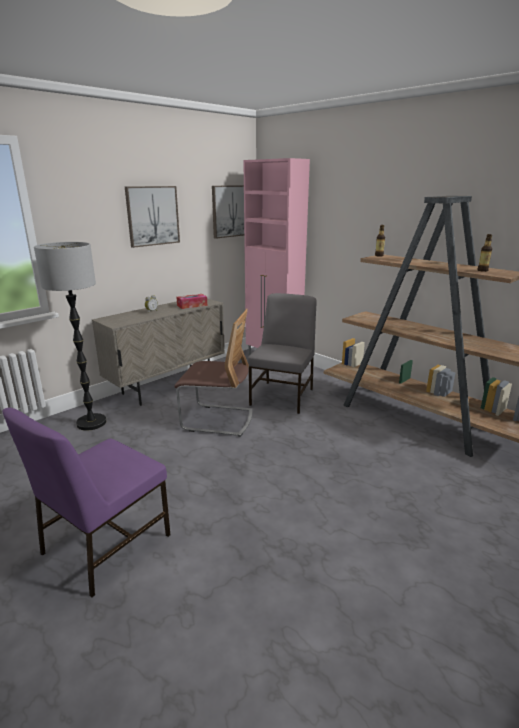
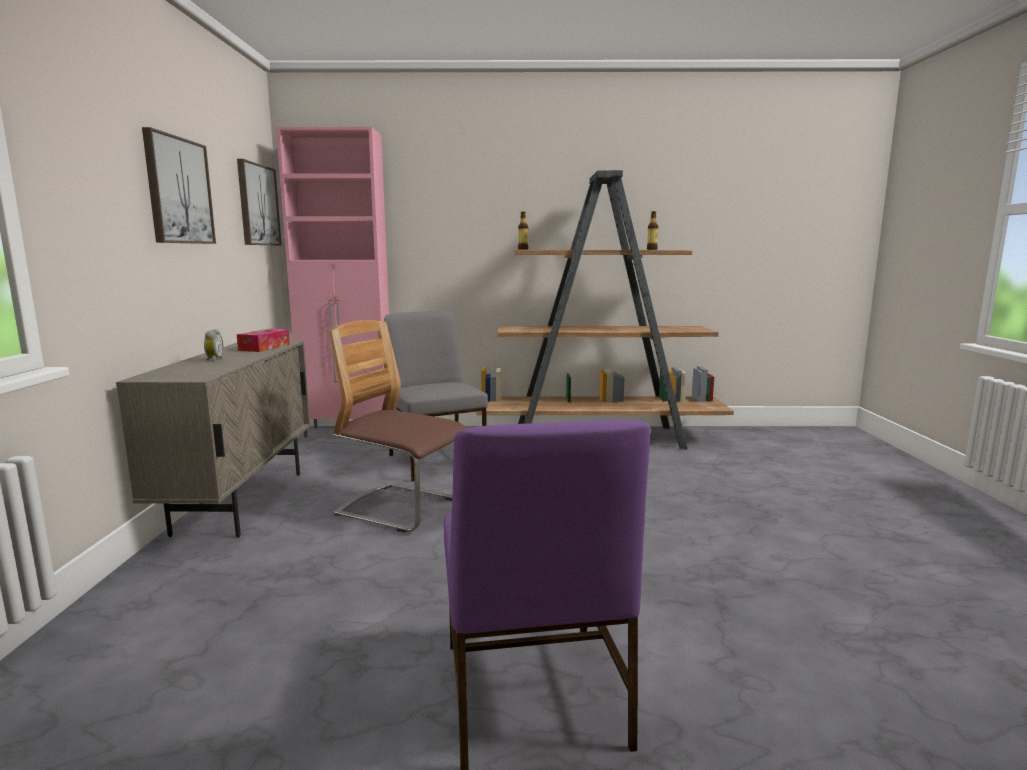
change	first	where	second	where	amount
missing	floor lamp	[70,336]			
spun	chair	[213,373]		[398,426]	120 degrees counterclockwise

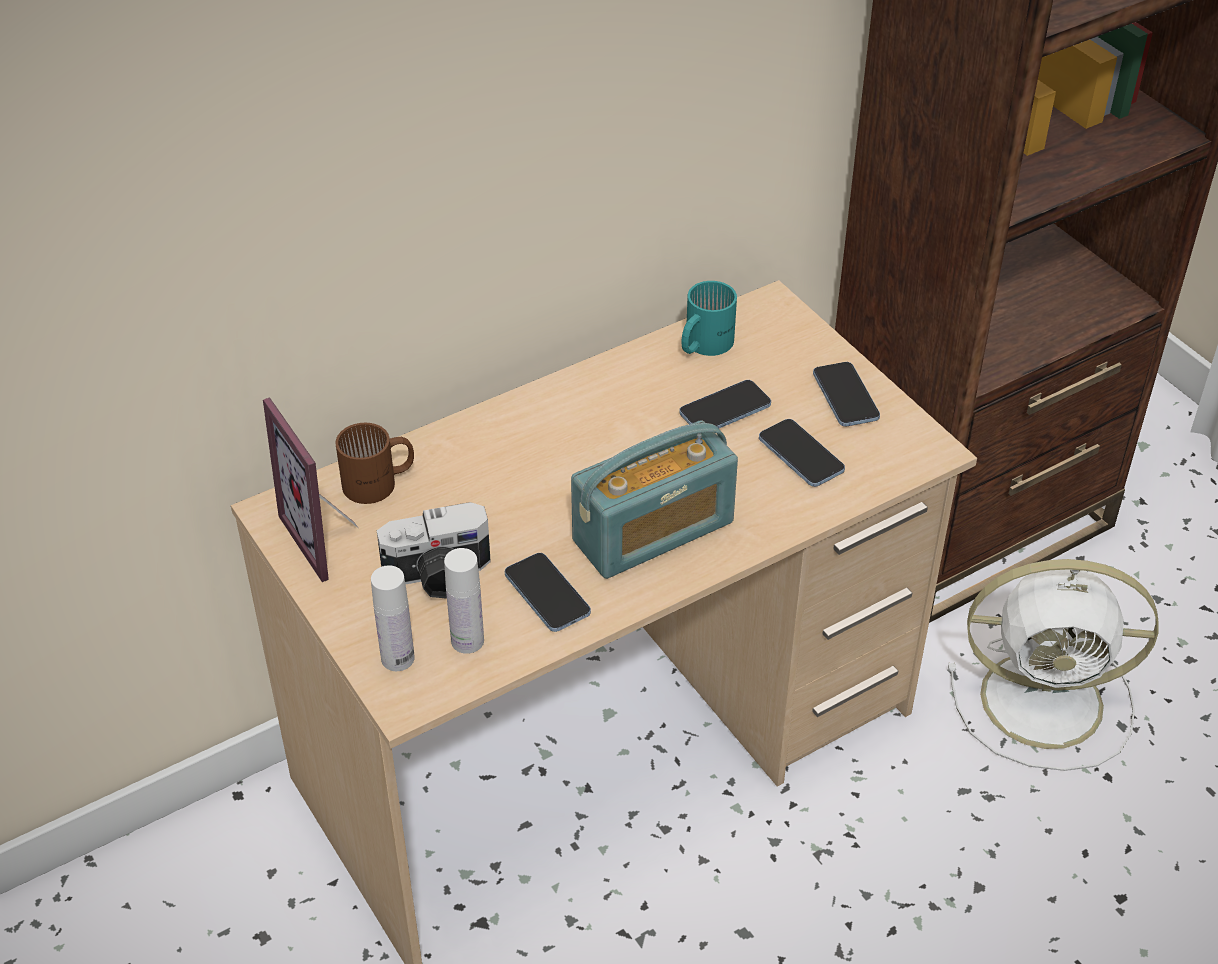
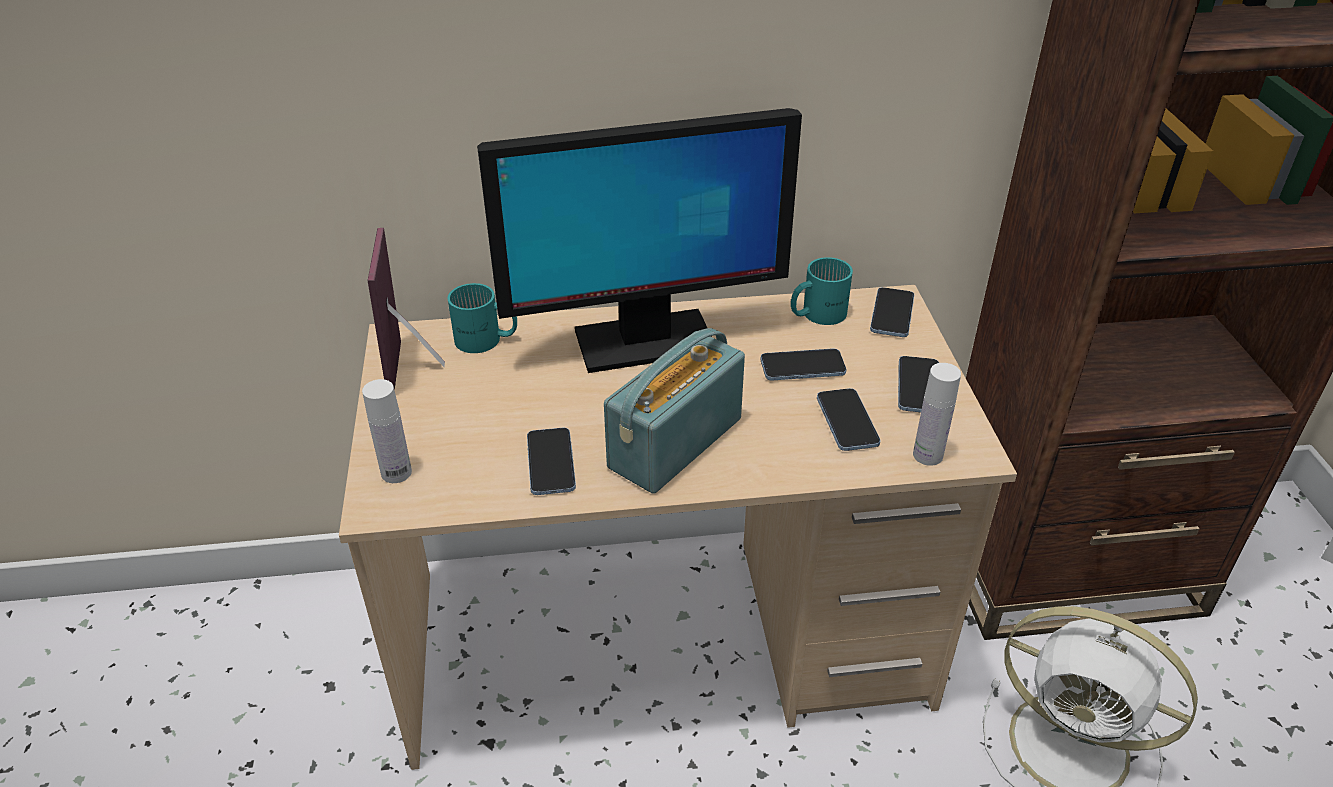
change	first	where	second	where	amount
missing	still camera	[434,550]			
appeared			computer screen	[639,240]	
appeared			handset	[892,312]	
relocated	bottle (white-coloured)	[464,601]		[937,414]	
colour	coffee mug (brown)	[375,463]	coffee mug (turquoise-coloured)	[482,318]	
spun	radio set	[654,499]		[674,411]	135 degrees clockwise

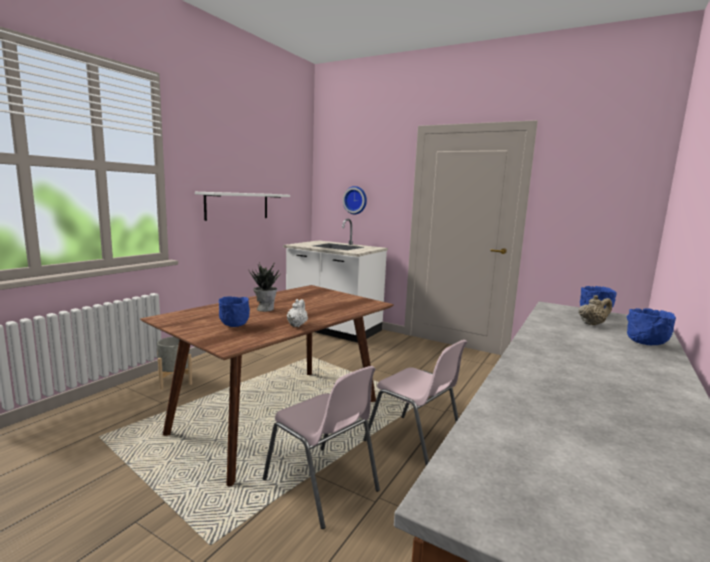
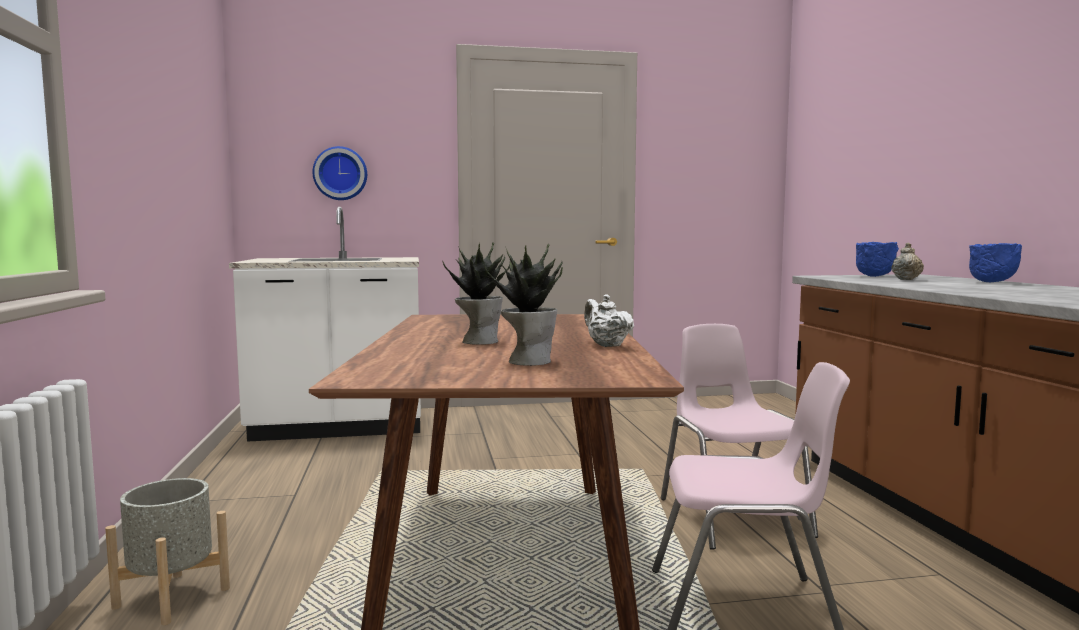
change	first	where	second	where	amount
missing	bracket shelf (white-coloured)	[242,206]			
exchanged	bowl (bluish)	[234,311]	plant in a pot	[524,305]	
spun	chair (pink-coloured)	[415,403]		[739,437]	105 degrees counterclockwise

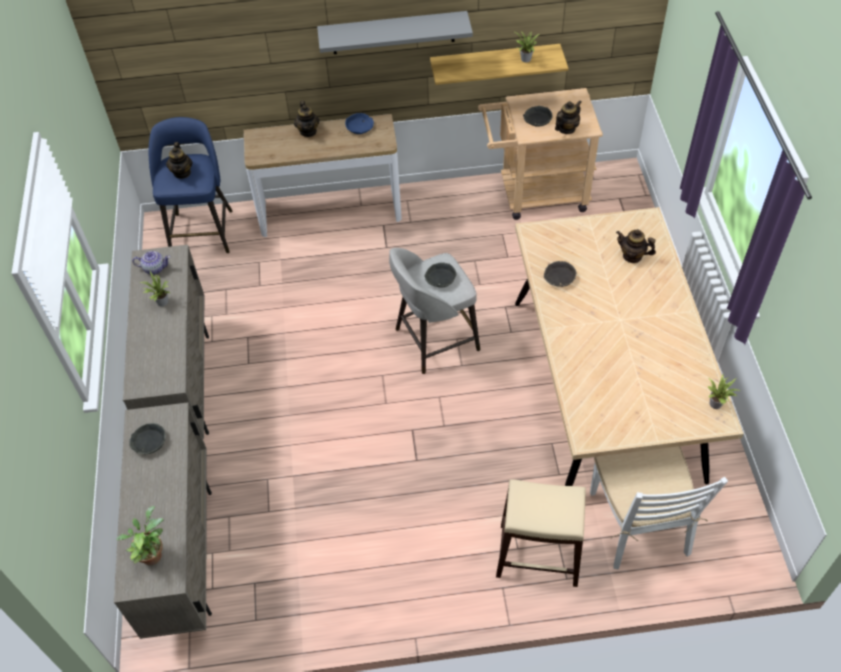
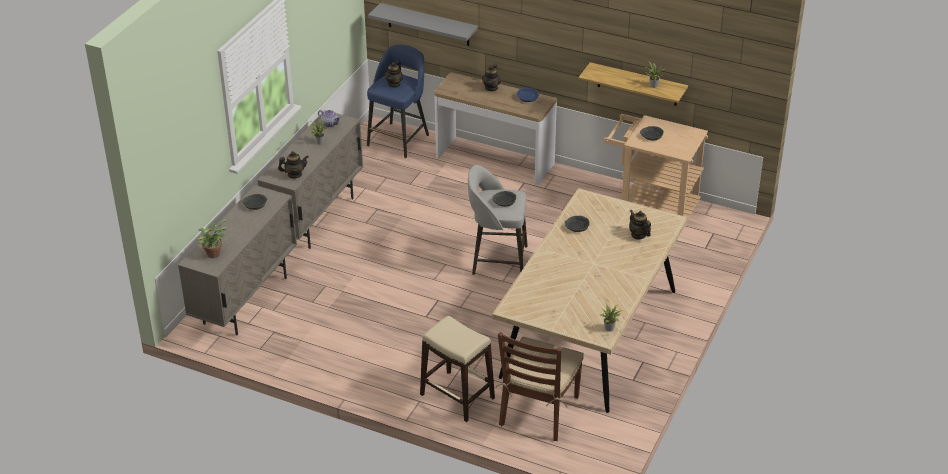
change	first	where	second	where	amount
relocated	bracket shelf (greyish)	[395,32]		[423,24]	
relocated	teapot	[568,117]		[293,165]	
colour	chair (white-coloured)	[659,507]	chair (brown)	[539,386]	

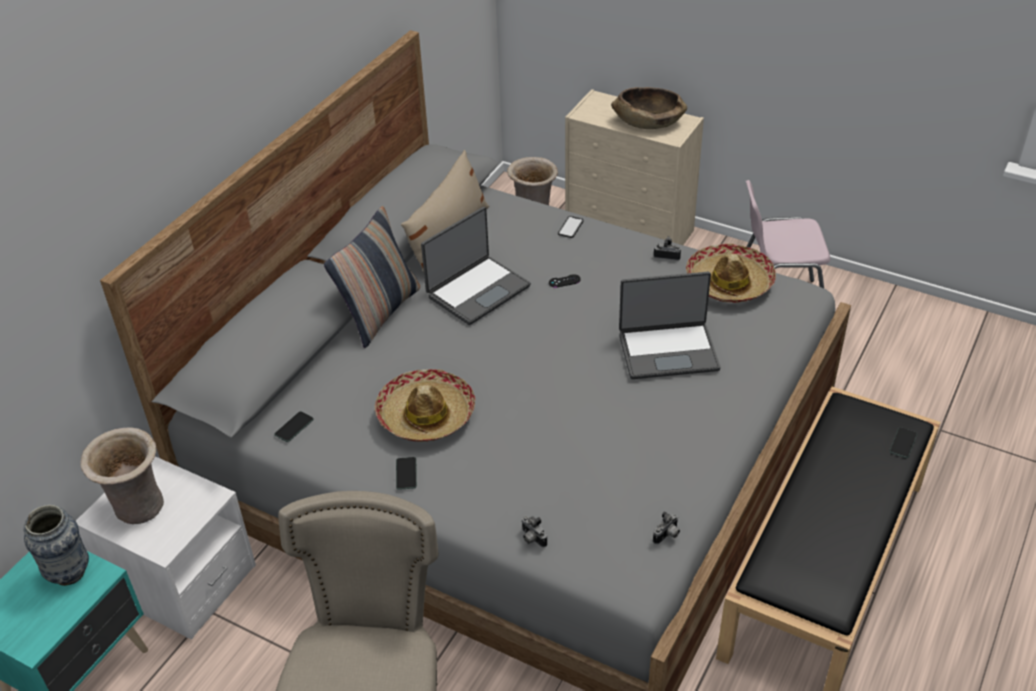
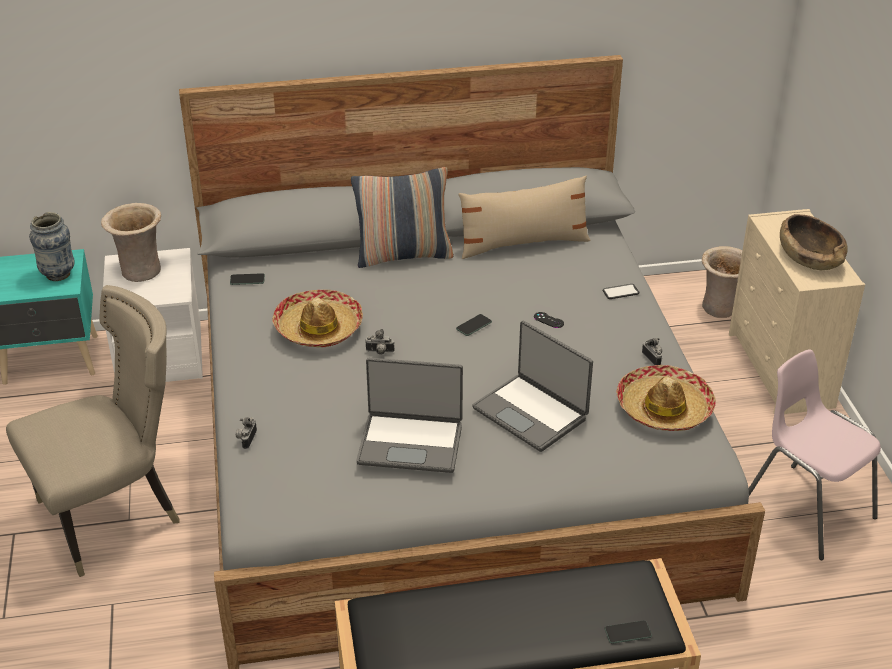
change	first	where	second	where	amount
relocated	handset	[406,473]		[474,325]	
relocated	portable computer	[476,266]		[409,415]	
relocated	still camera	[666,527]		[379,342]	

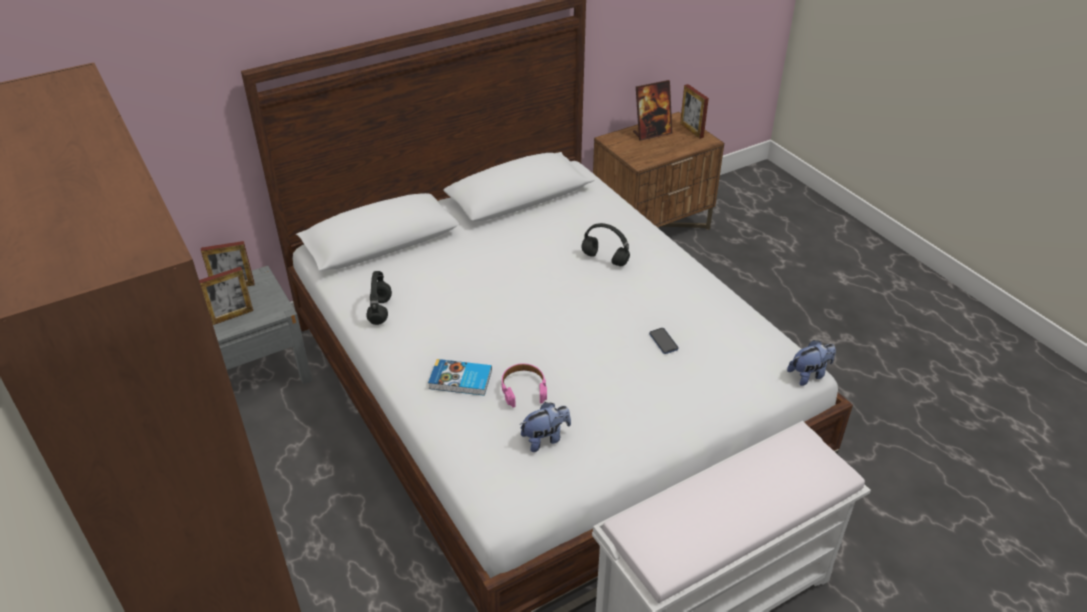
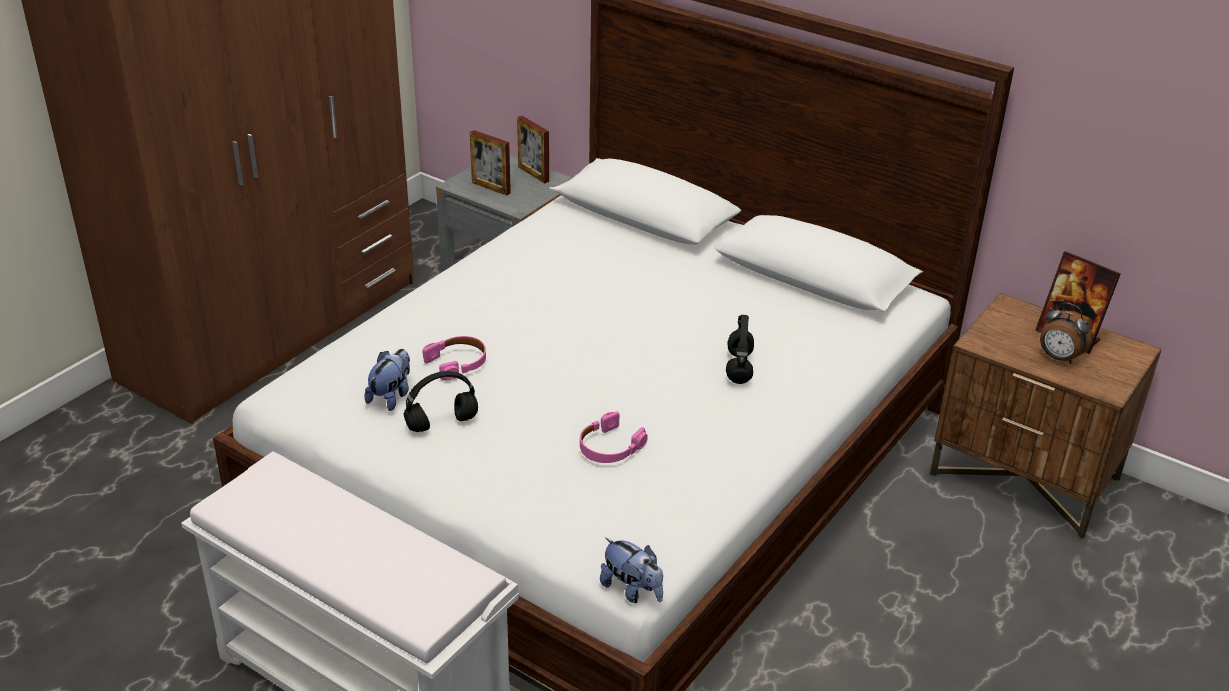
change	first	where	second	where	amount
missing	bound book	[460,377]			
missing	photo frame	[694,111]			
appeared			table clock	[1066,333]	
relocated	pair of headphones (blackish)	[379,298]		[441,401]	
exchanged	handset	[663,341]	pair of headphones (pink-coloured)	[614,437]	
spun	cuddly toy	[545,427]		[387,380]	105 degrees counterclockwise

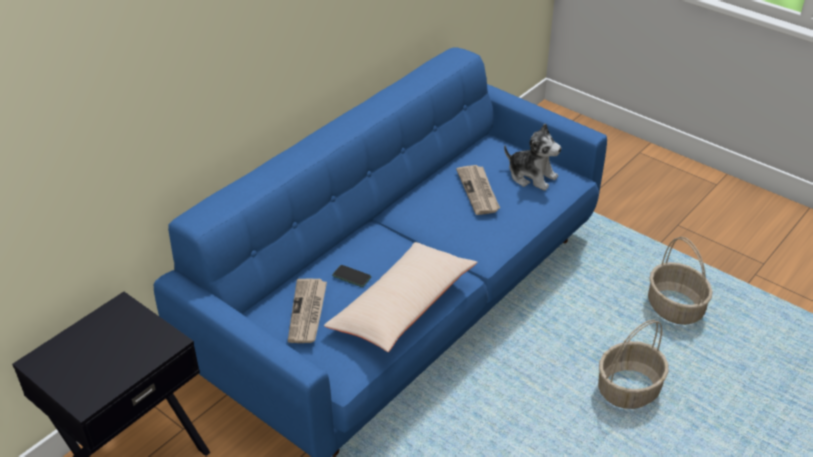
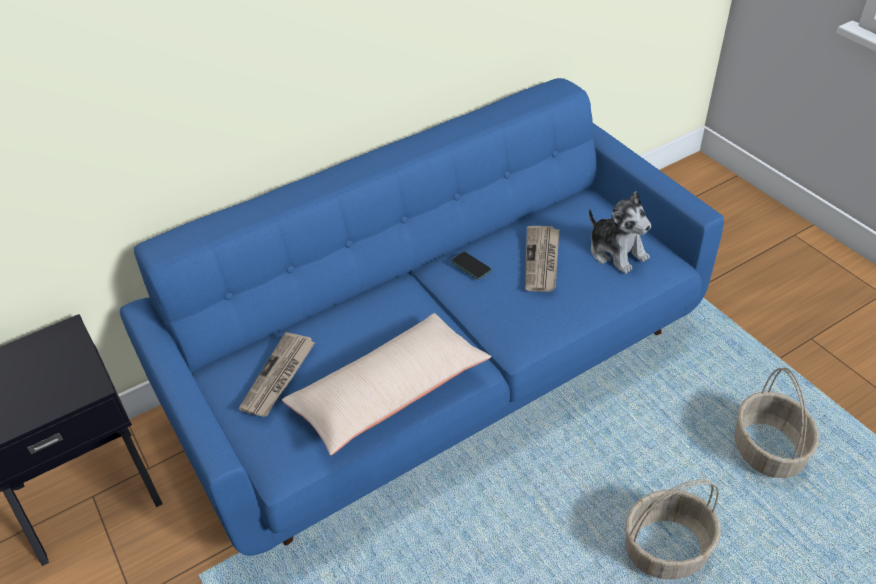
change	first	where	second	where	amount
relocated	handset	[351,276]		[471,266]	

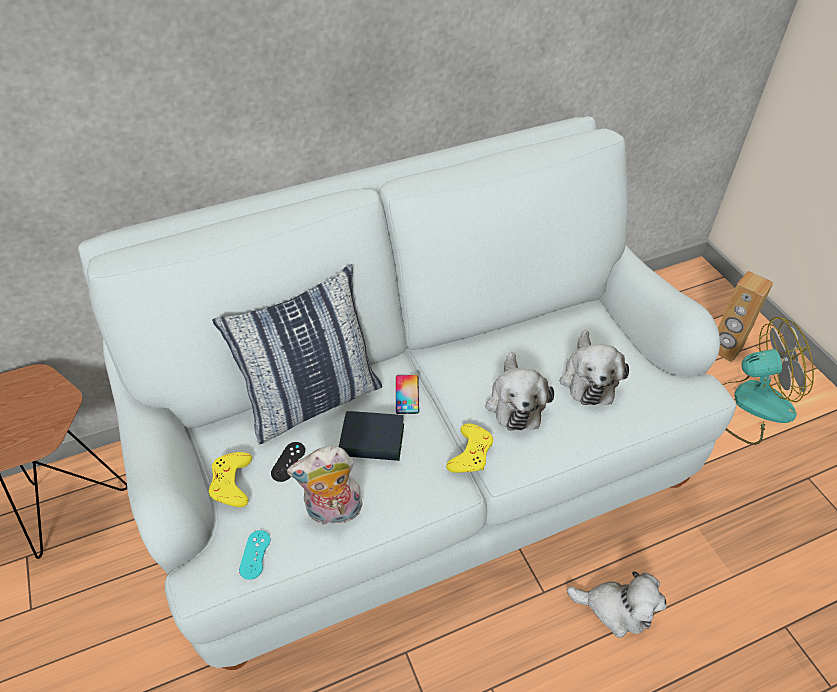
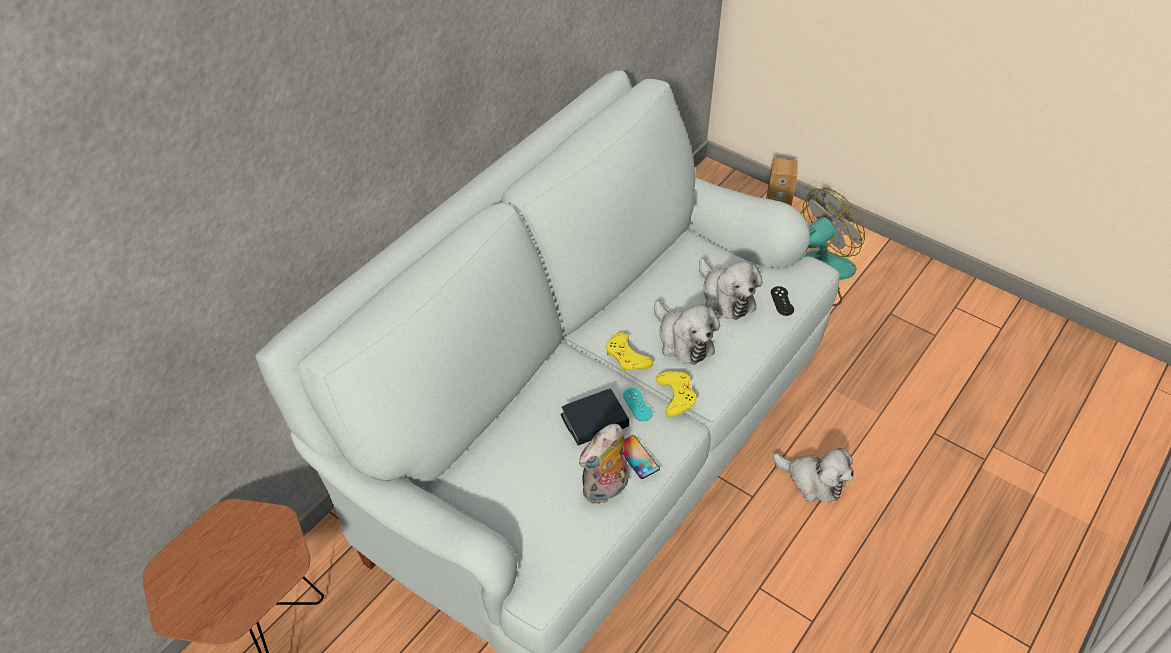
change	first	where	second	where	amount
missing	cushion	[297,355]			
relocated	game controller (yellow-coloured)	[230,479]		[629,352]	
relocated	game controller (turquoise-coloured)	[254,555]		[638,404]	
relocated	game controller (blackish)	[288,462]		[782,301]	
relocated	handset	[407,394]		[641,457]	
spun	cuddly toy	[617,604]		[813,475]	45 degrees clockwise

